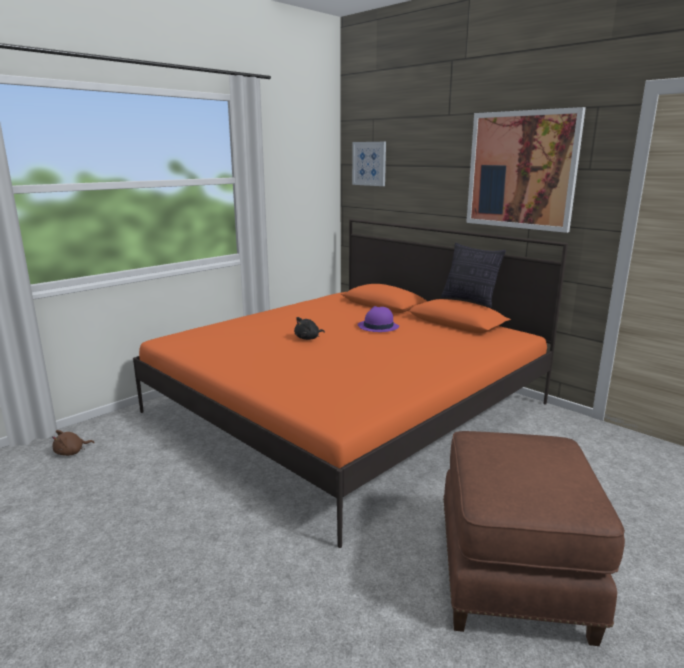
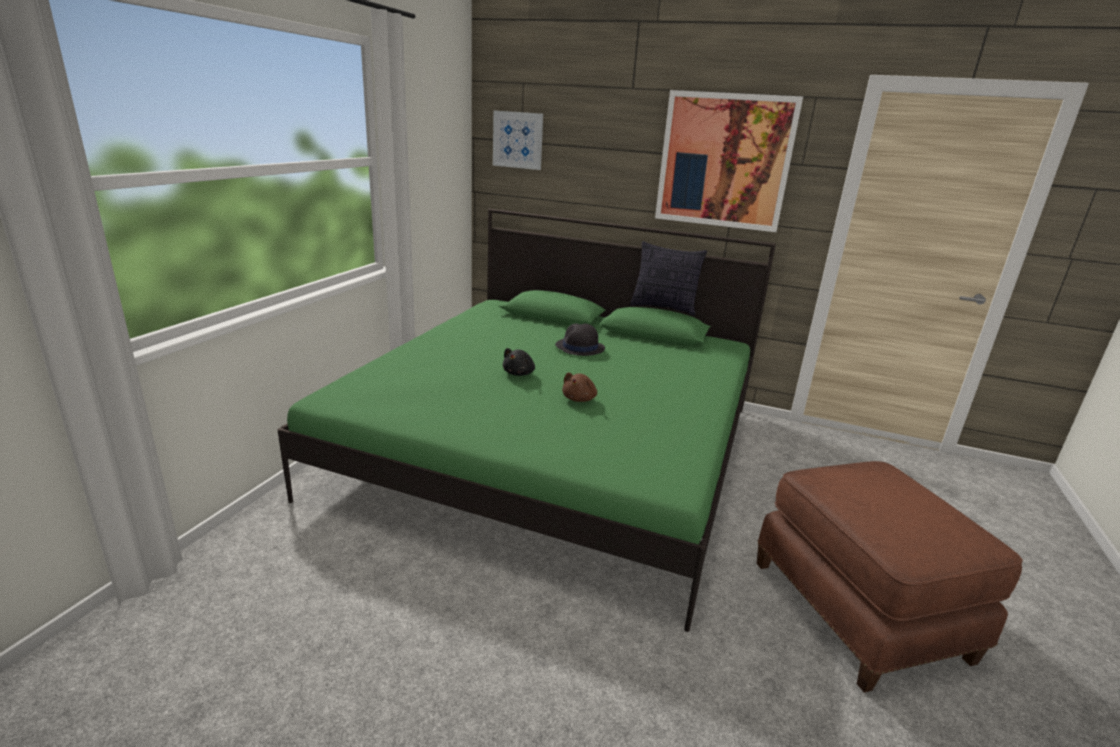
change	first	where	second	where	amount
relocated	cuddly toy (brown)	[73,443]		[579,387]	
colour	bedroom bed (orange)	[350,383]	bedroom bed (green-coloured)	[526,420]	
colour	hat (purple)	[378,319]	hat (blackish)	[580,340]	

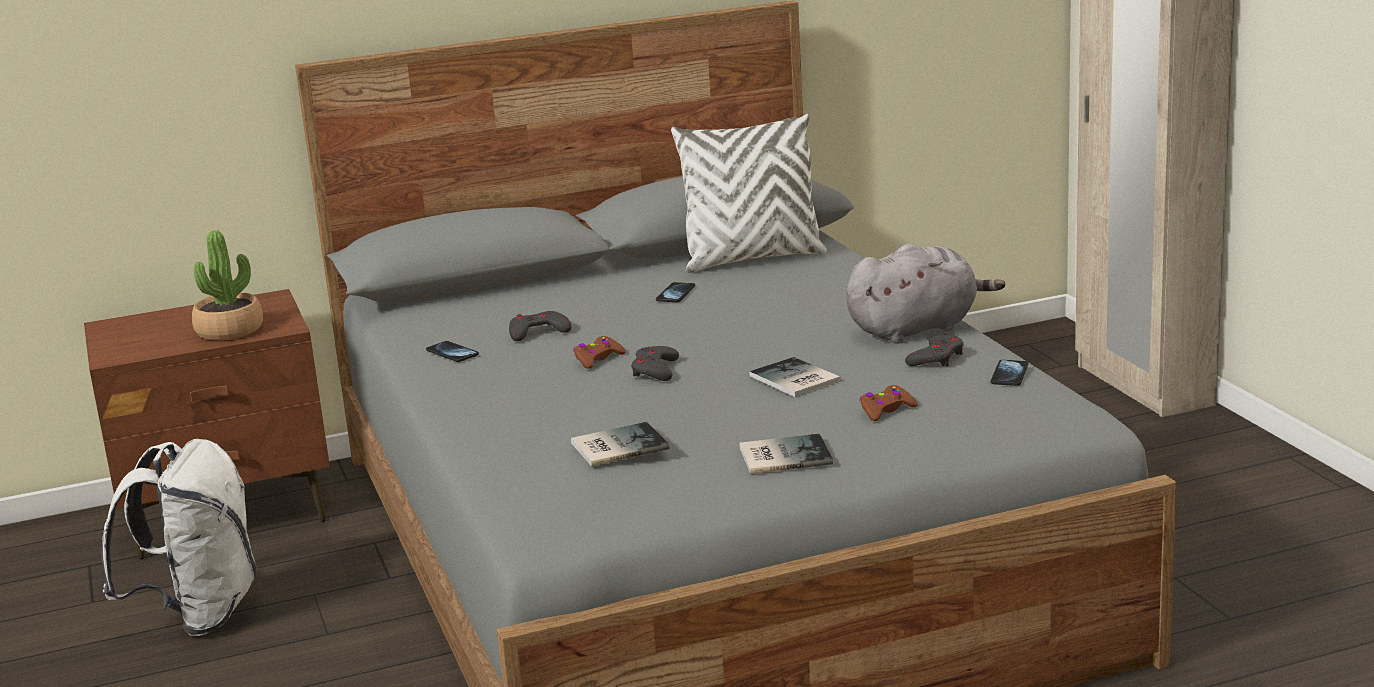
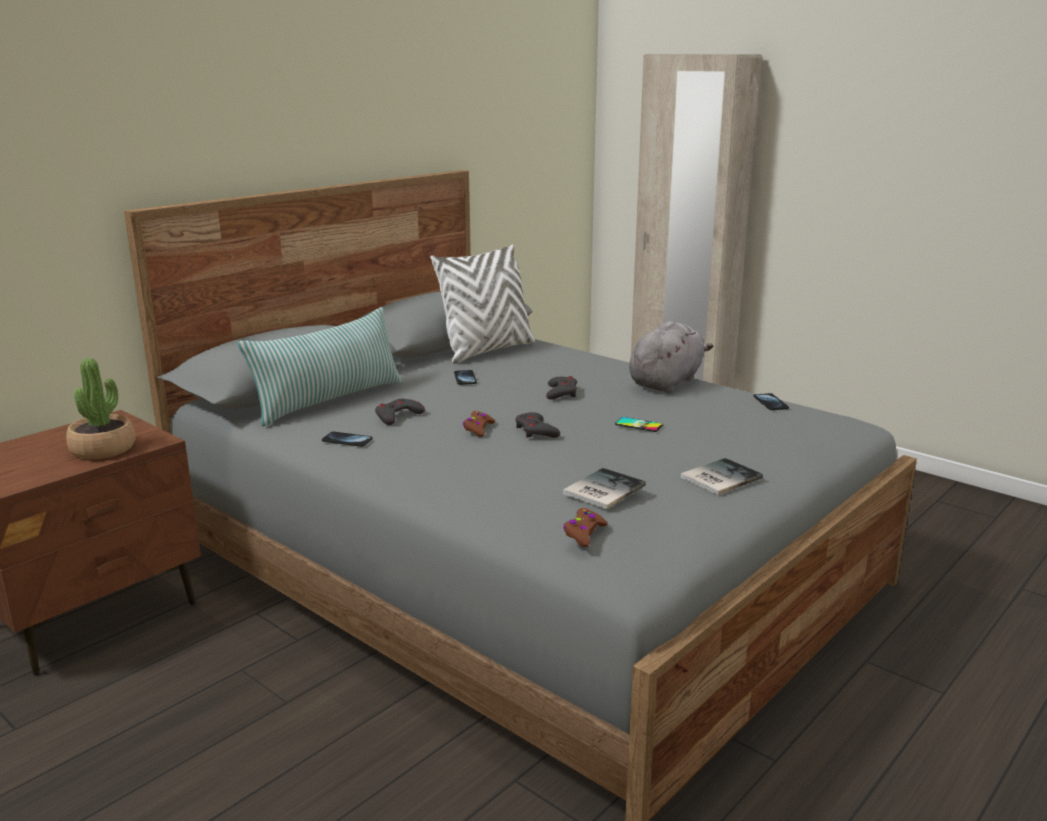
change	first	where	second	where	amount
missing	rucksack (white-coloured)	[179,537]			
appeared			cushion	[320,366]	
relocated	game controller (brown)	[889,403]		[585,527]	
relocated	game controller (greyish)	[934,350]		[561,388]	
exchanged	bound book	[795,377]	handset	[639,424]	

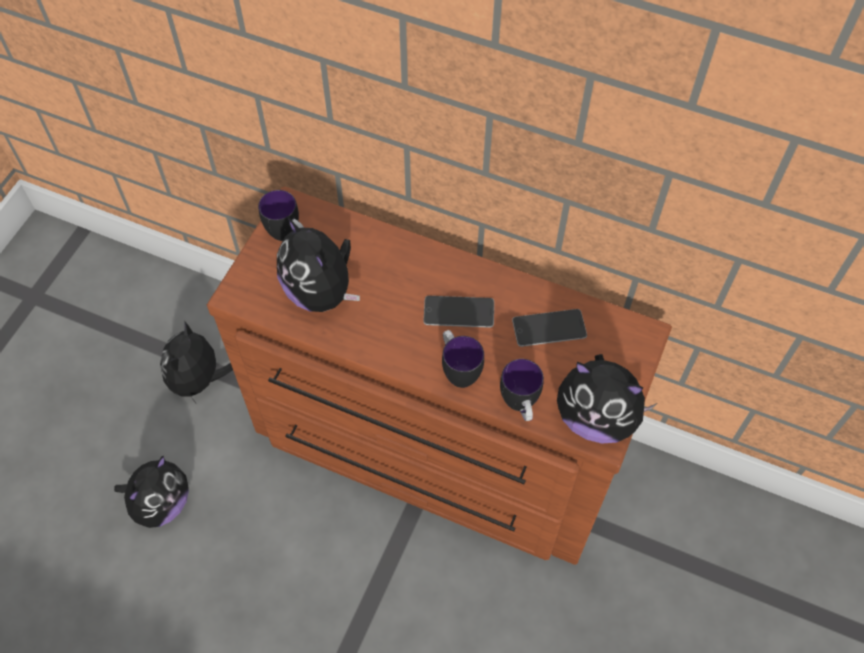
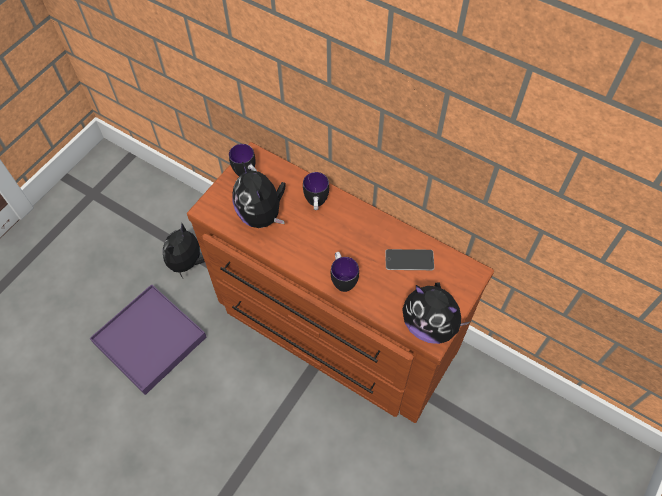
change	first	where	second	where	amount
missing	handset	[458,312]			
relocated	coffee mug	[522,390]		[316,191]	
exchanged	cuddly toy	[151,492]	serving tray (purple)	[147,339]	

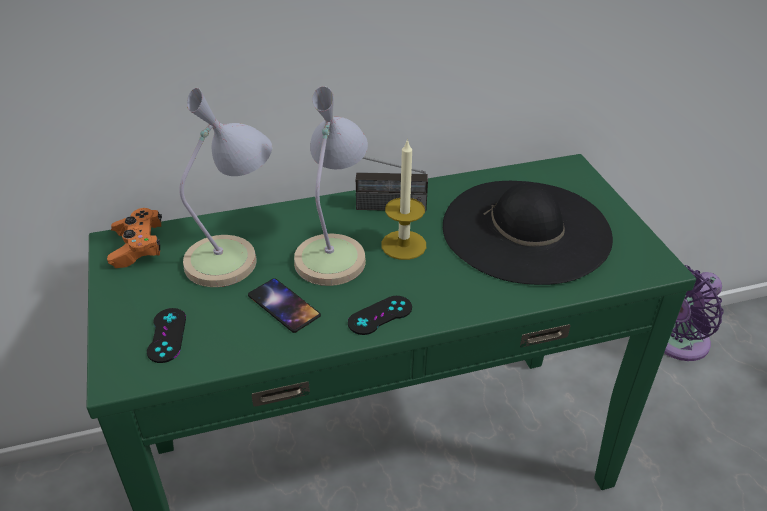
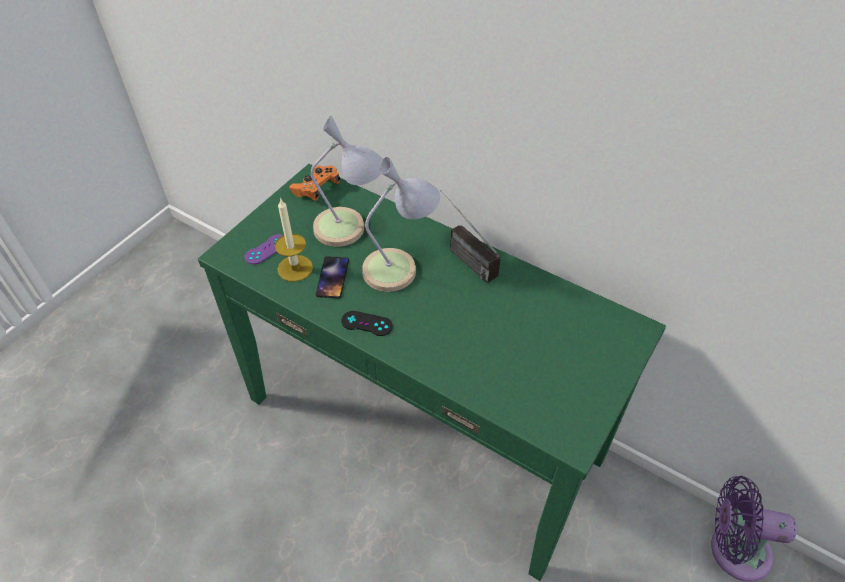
change	first	where	second	where	amount
missing	hat (blackish)	[528,233]			
relocated	candle	[403,199]		[294,240]	
colour	game controller (blackish)	[166,335]	game controller (purple)	[264,249]	

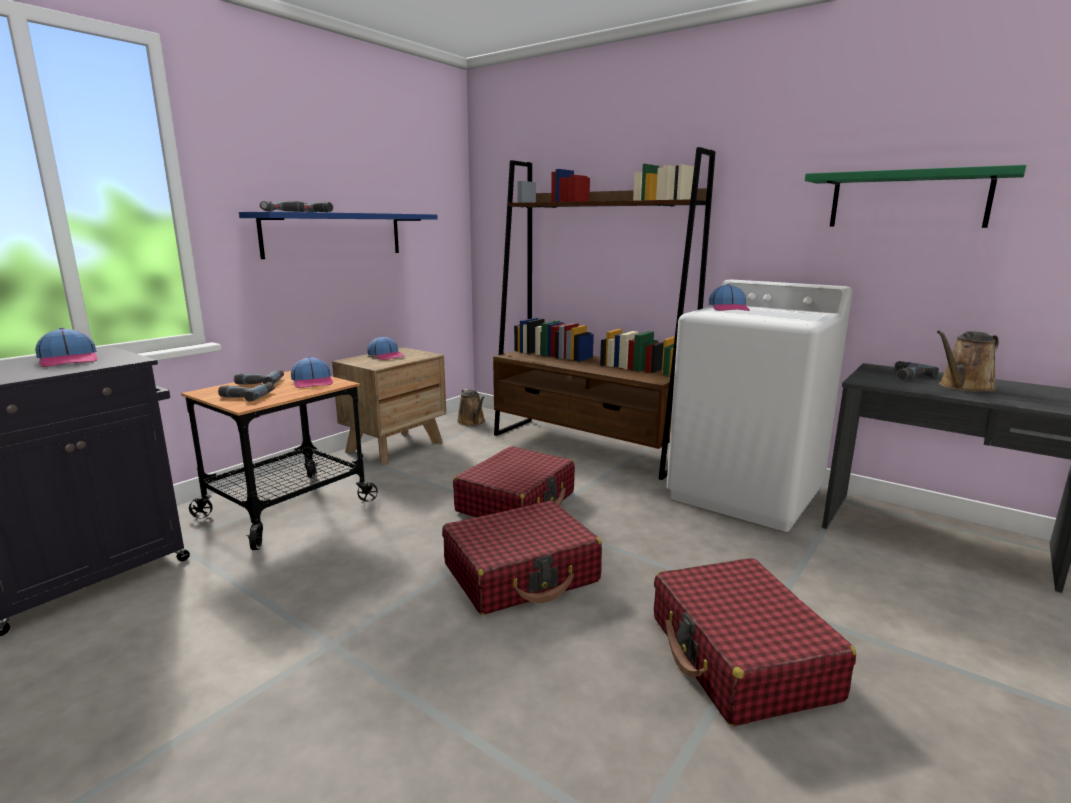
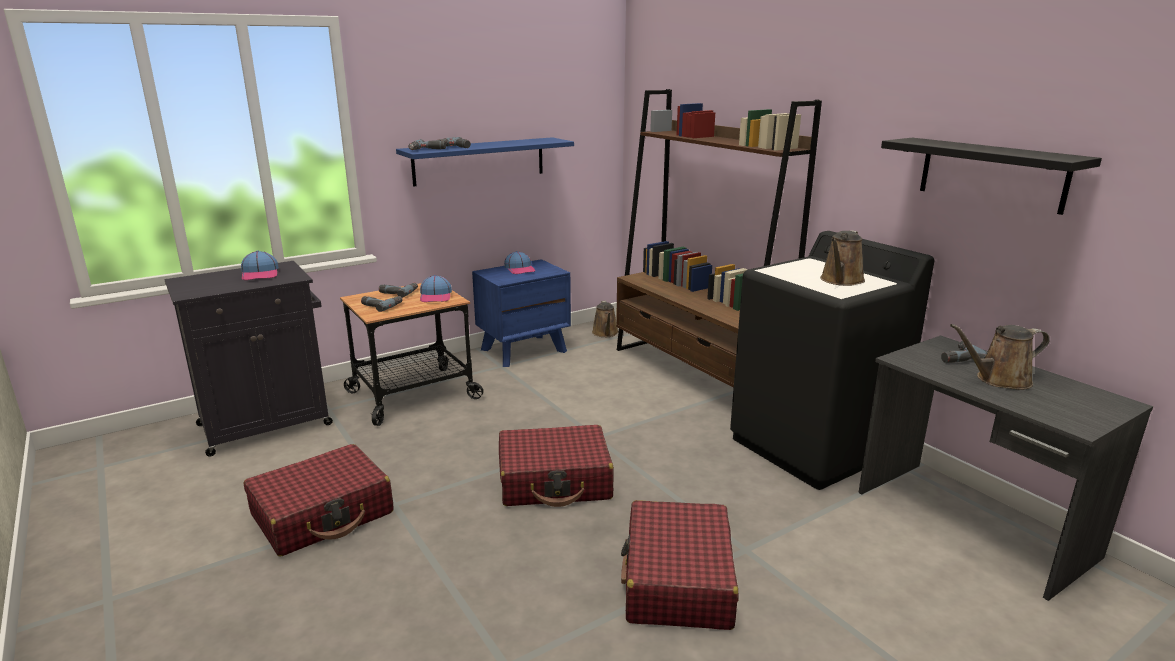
change	first	where	second	where	amount
missing	cap	[729,297]			
appeared			sprinkling can (brown)	[842,258]	
relocated	piece of luggage (reddish)	[514,481]		[319,500]	
colour	night table (brown)	[389,406]	night table (bluish)	[521,313]	
colour	laundry machine (white-coloured)	[760,405]	laundry machine (blackish)	[832,360]	
colour	bracket shelf (green-coloured)	[915,196]	bracket shelf (blackish)	[991,176]	

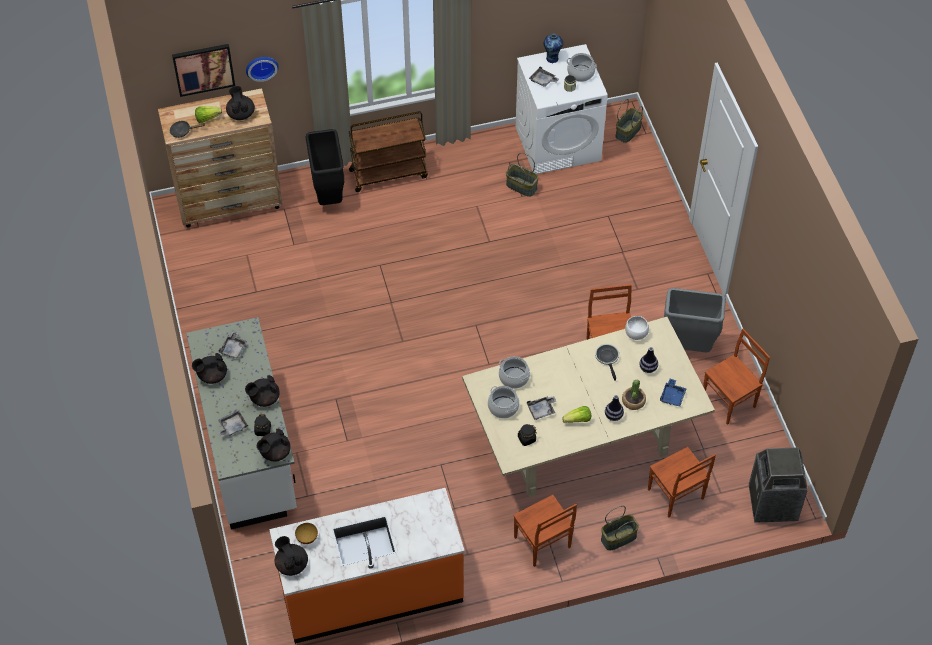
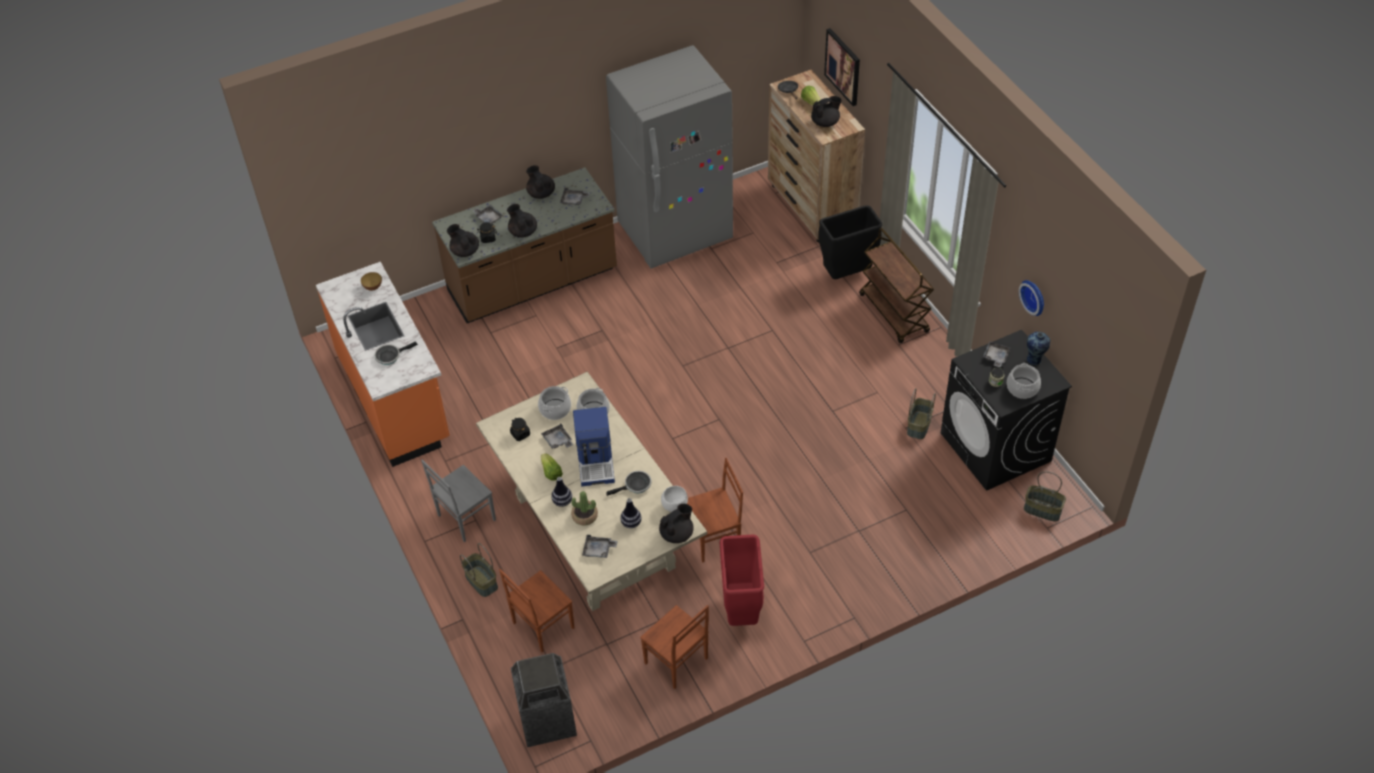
change	first	where	second	where	amount
appeared			pan	[396,353]	
appeared			coffee machine	[594,446]	
appeared			refrigerator (greyish)	[669,157]	
relocated	wall clock	[262,69]		[1031,298]	
relocated	teapot (blackish)	[291,556]		[676,523]	
colour	kitchen counter (white-coloured)	[241,423]	kitchen counter (brown)	[524,245]	
colour	chair (brown)	[545,531]	chair (greyish)	[458,500]	
colour	laundry machine (white-coloured)	[562,109]	laundry machine (blackish)	[1006,410]	
colour	serving tray (bluish)	[673,392]	serving tray (greyish)	[600,546]	
colour	trash can (greyish)	[695,320]	trash can (reddish)	[742,580]	

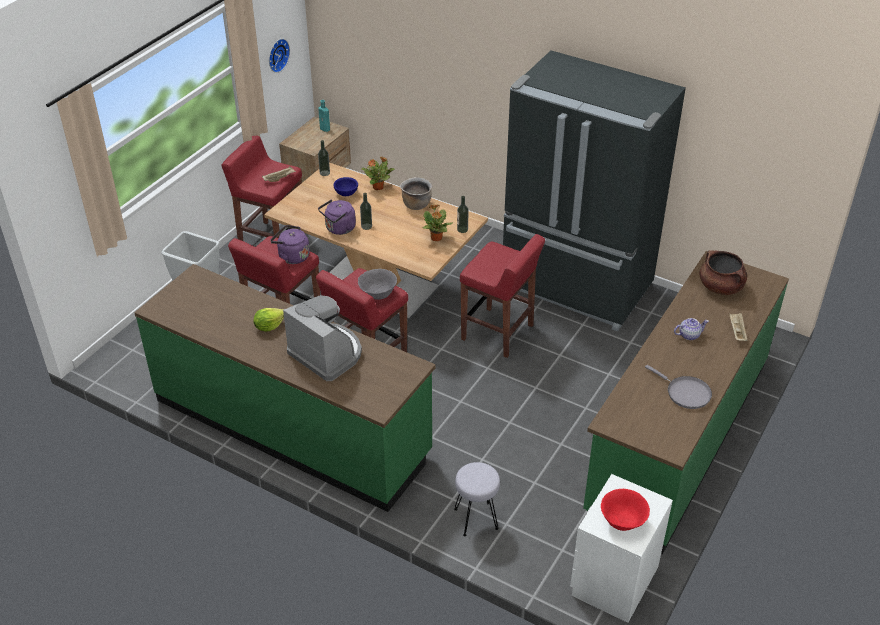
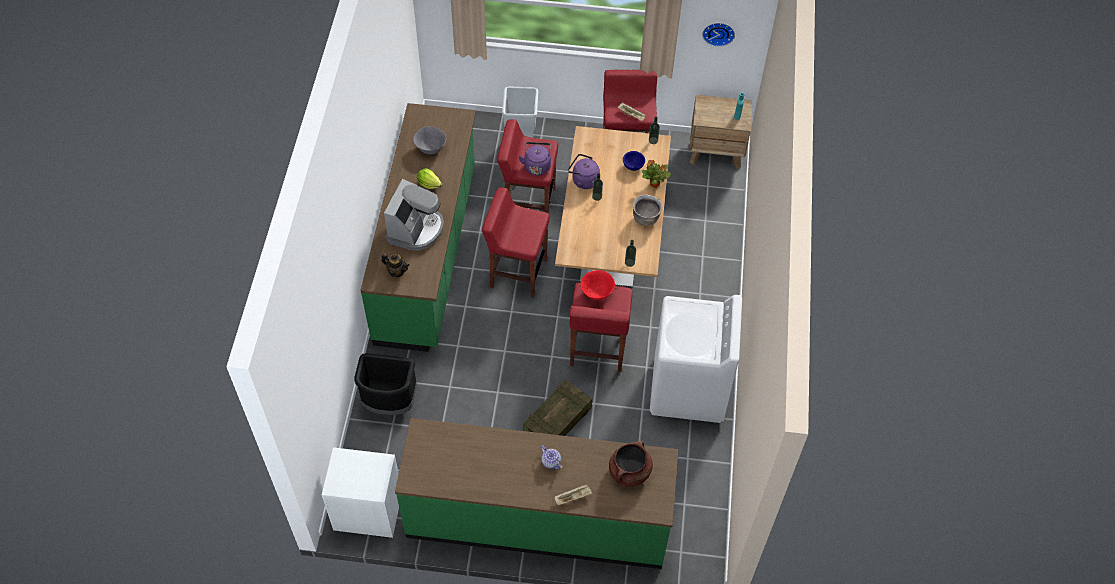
change	first	where	second	where	amount
missing	plant in a pot	[438,223]			
missing	pan (greyish)	[678,387]			
appeared			teapot	[395,265]	
appeared			crate	[557,407]	
relocated	bowl (greyish)	[377,284]		[429,140]	
relocated	bowl (reddish)	[625,510]		[598,285]	
exchanged	sitting stool (greyish)	[477,499]	trash can (blackish)	[385,384]	
exchanged	refrigerator (blackish)	[594,191]	laundry machine (white-coloured)	[696,359]	

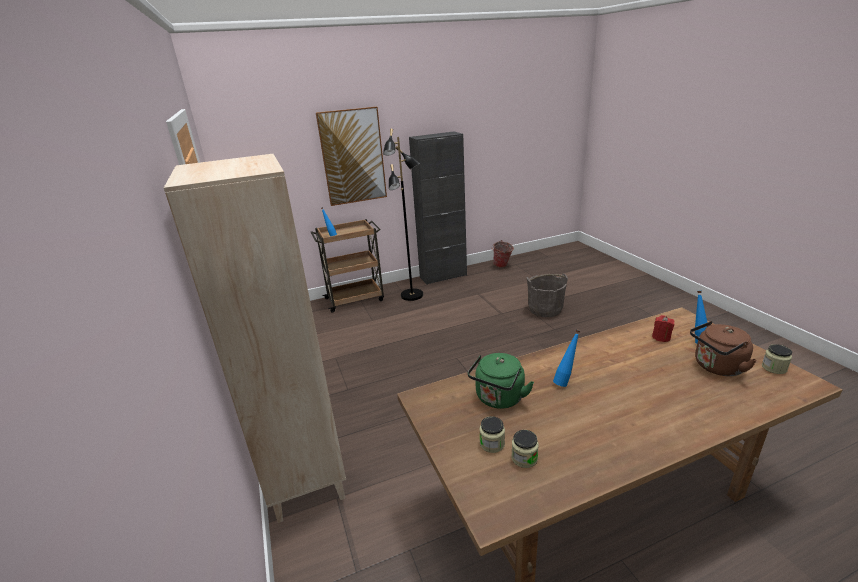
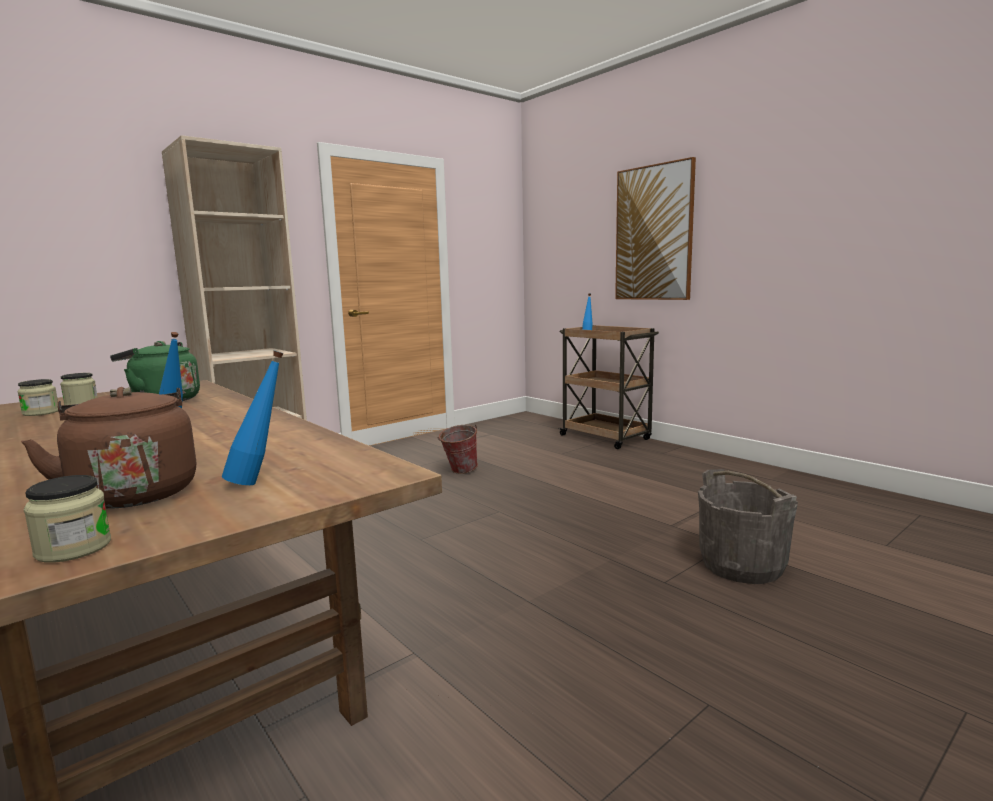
change	first	where	second	where	amount
missing	floor lamp (blackish)	[403,214]			
missing	storage cabinet (blackish)	[438,208]			
missing	candle (reddish)	[663,328]			
relocated	pail	[503,254]		[457,449]	

